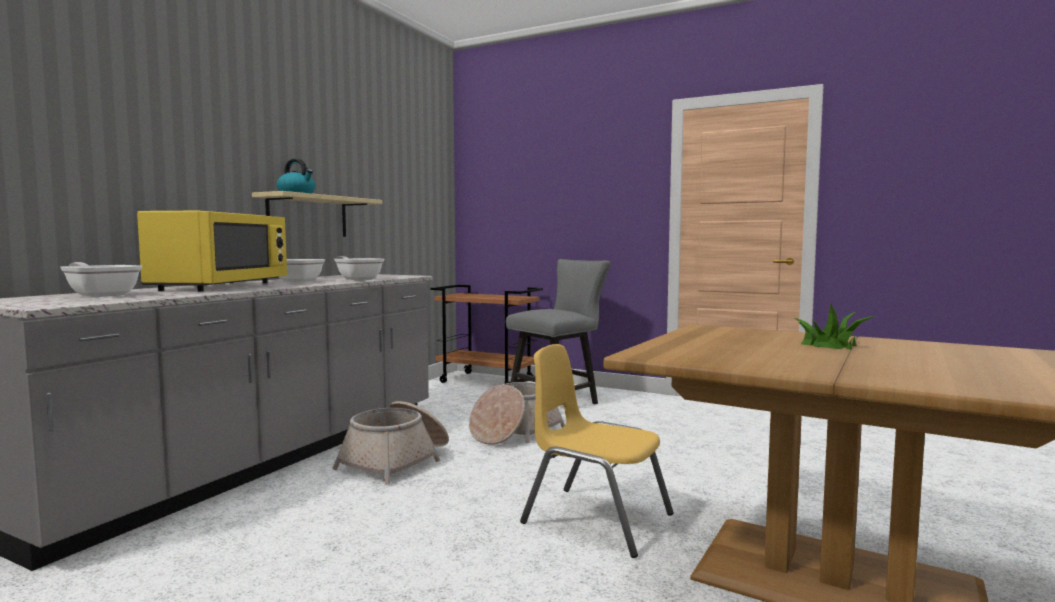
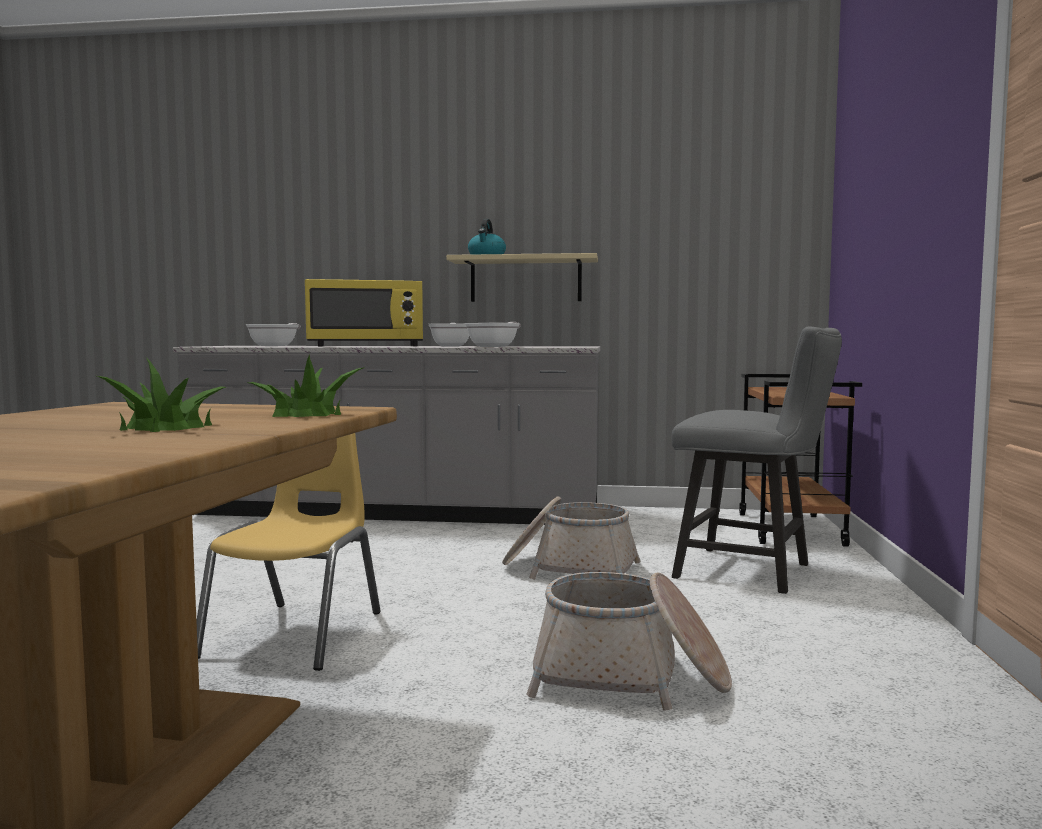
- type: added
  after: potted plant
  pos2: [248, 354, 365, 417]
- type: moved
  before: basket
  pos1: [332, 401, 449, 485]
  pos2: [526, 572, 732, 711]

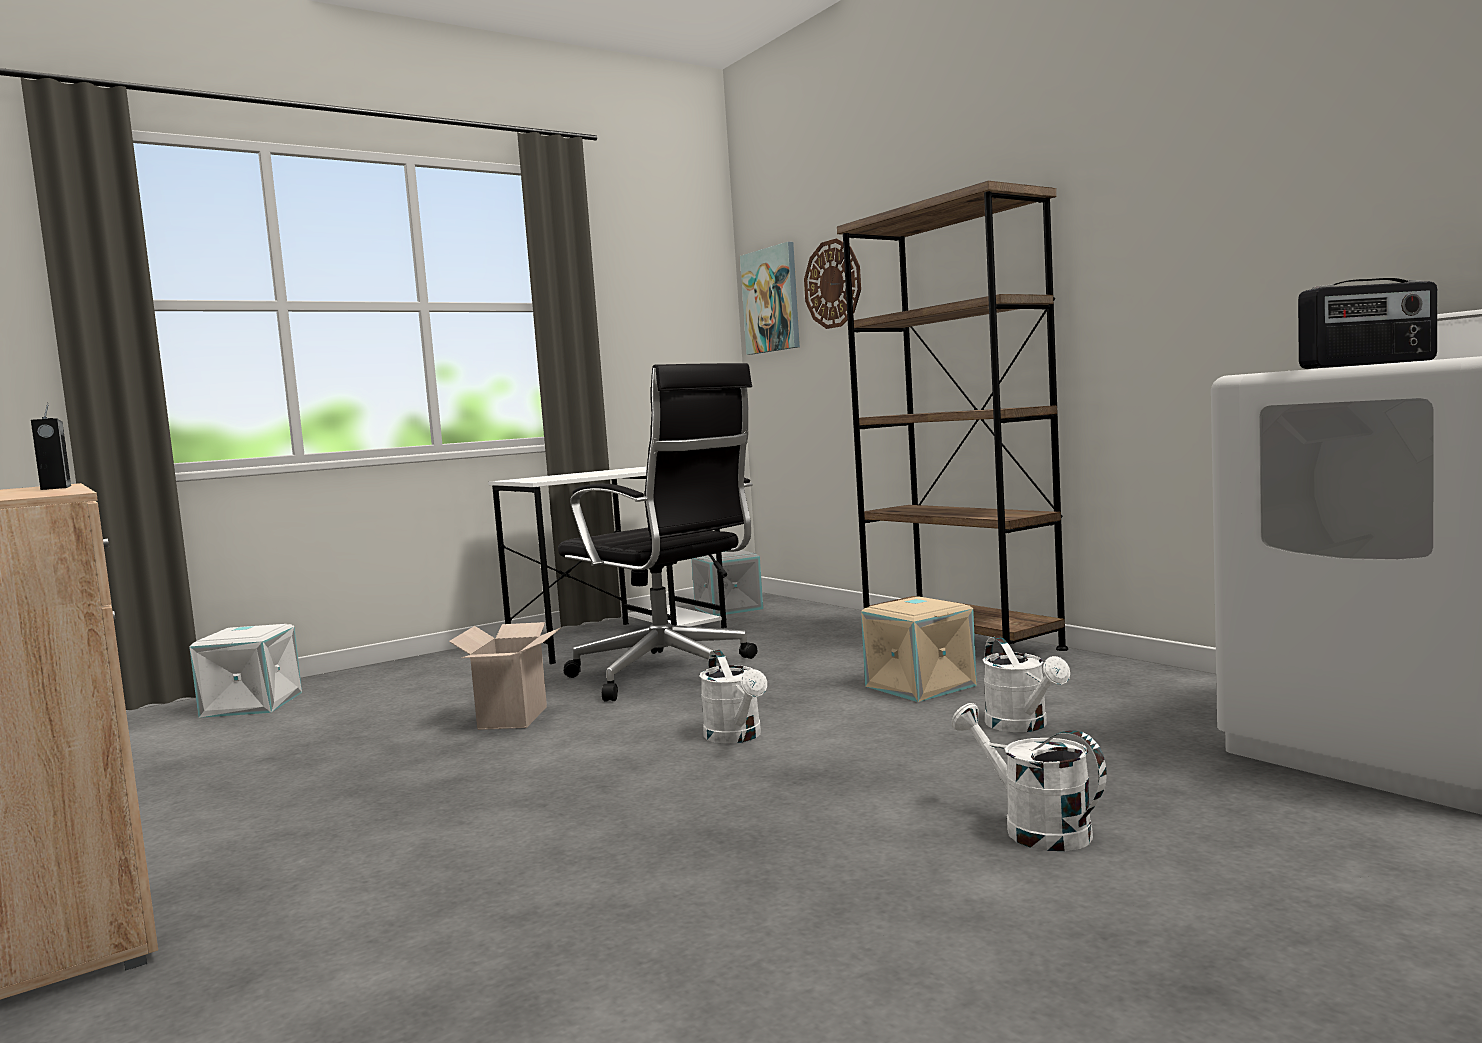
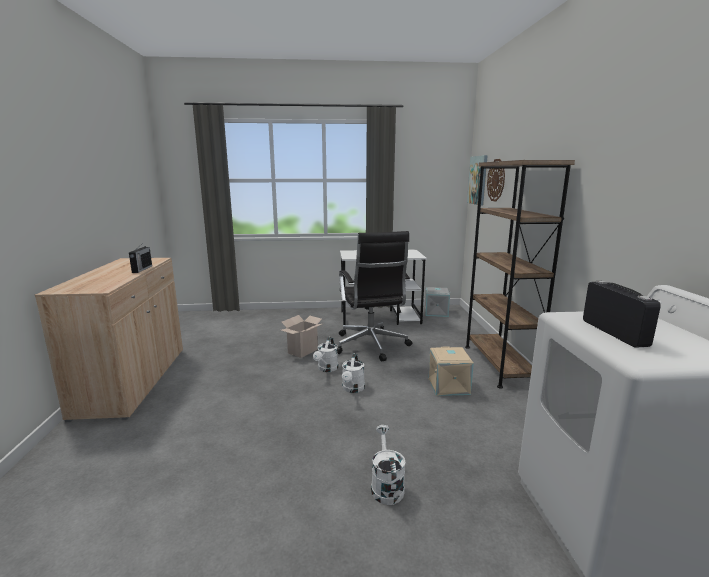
- type: removed
  before: white storage box
  pos1: [189, 624, 302, 718]
- type: moved
  before: white watering can
  pos1: [983, 636, 1070, 732]
  pos2: [313, 337, 338, 372]
- type: turned
  before: radio
  pos1: [1298, 278, 1437, 369]
  pos2: [583, 281, 661, 348]
  turn: -120

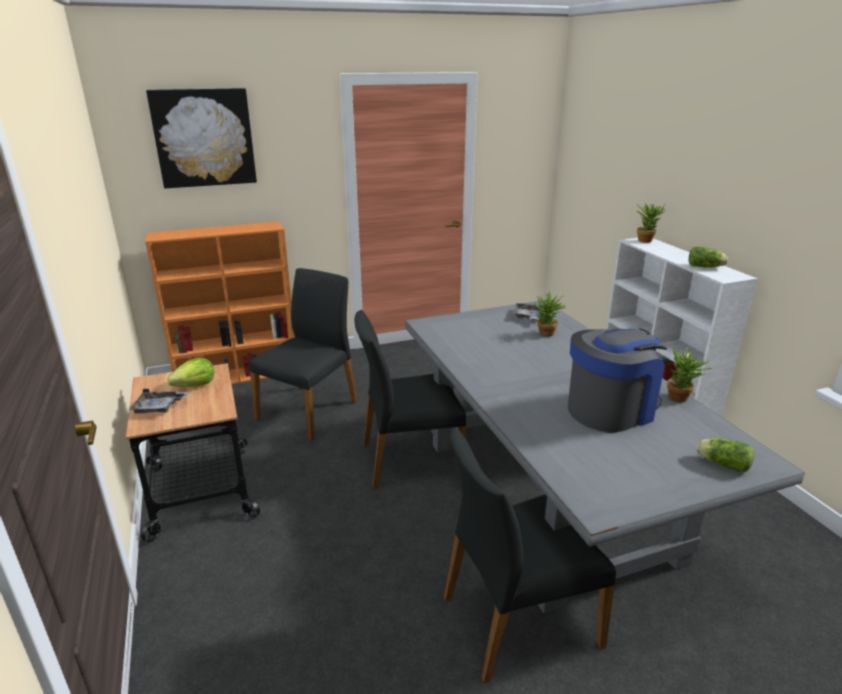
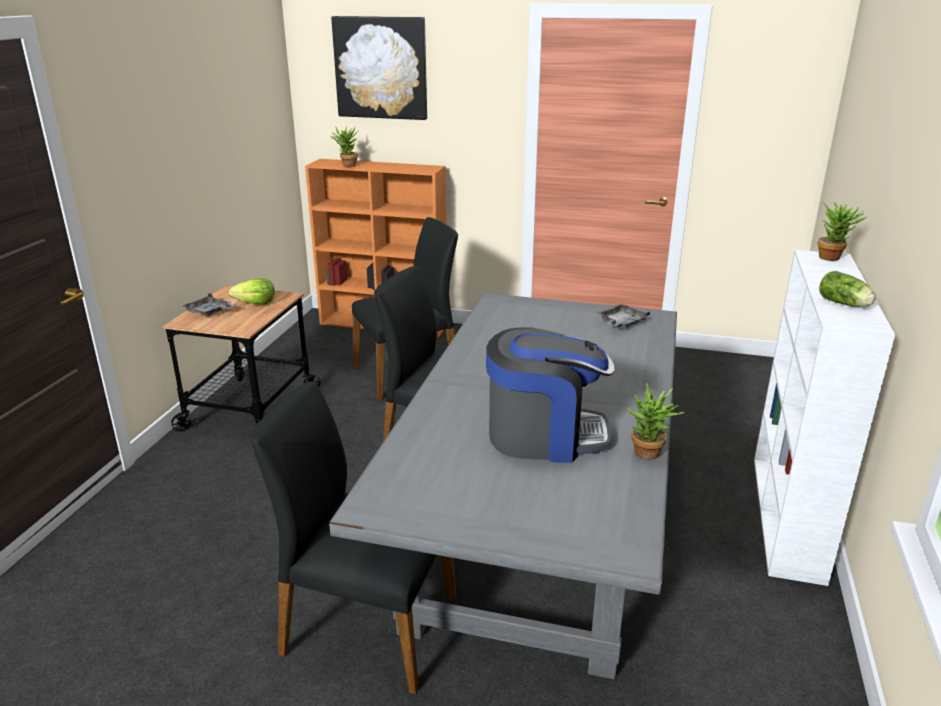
- type: removed
  before: lettuce
  pos1: [697, 438, 754, 472]
- type: moved
  before: potted plant
  pos1: [535, 291, 566, 337]
  pos2: [331, 126, 359, 167]

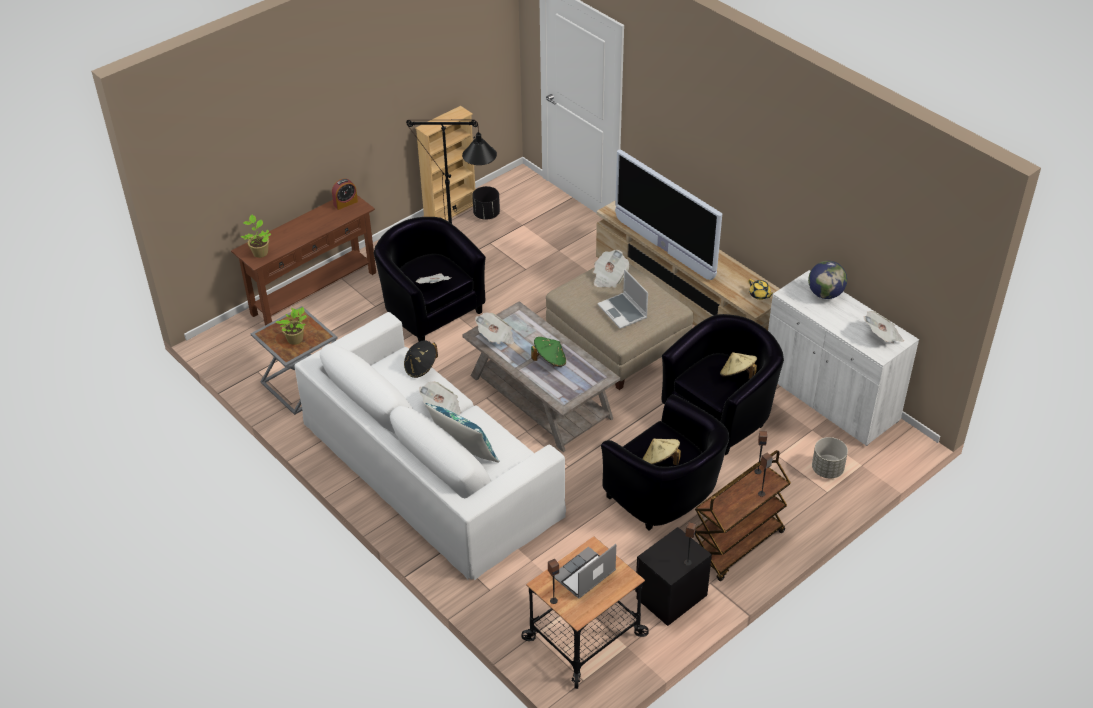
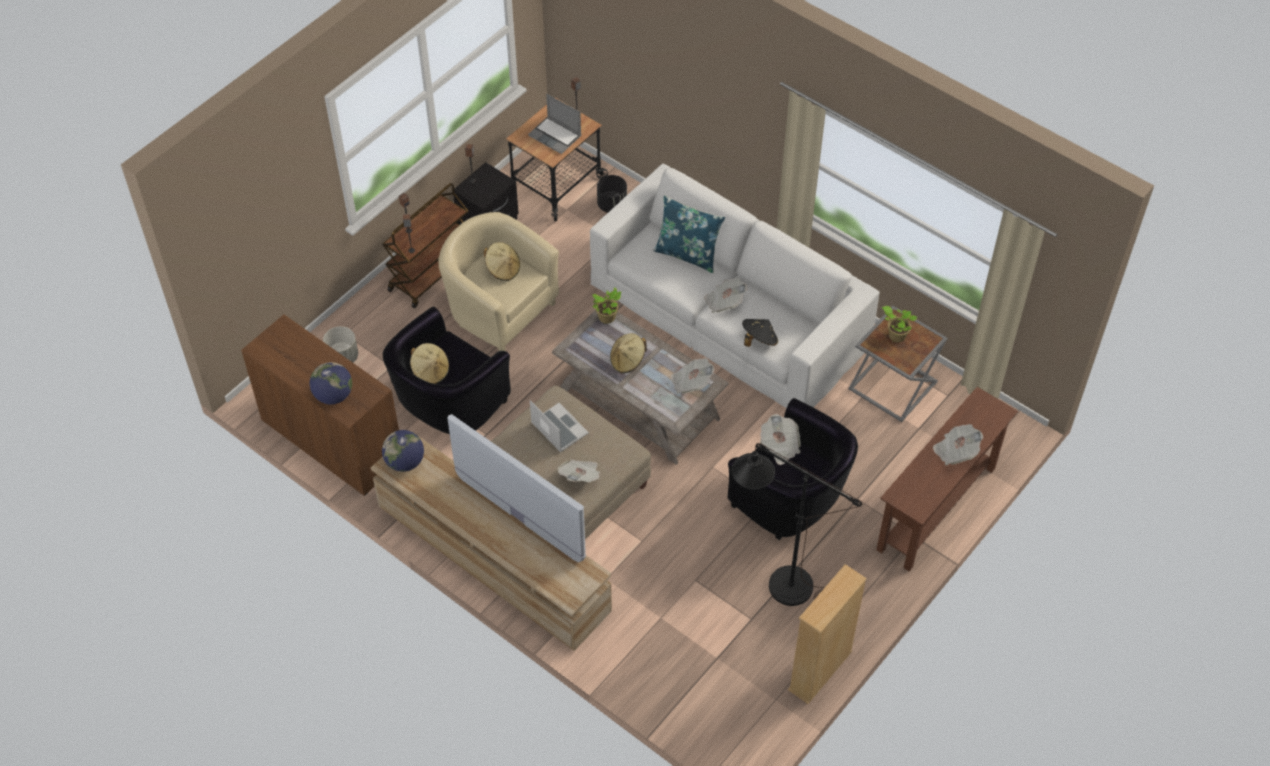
- type: removed
  before: alarm clock
  pos1: [332, 179, 358, 210]
- type: moved
  before: potted plant
  pos1: [241, 214, 271, 258]
  pos2: [592, 287, 622, 324]
- type: moved
  before: black planter
  pos1: [472, 186, 500, 220]
  pos2: [597, 175, 627, 213]
- type: moved
  before: newspaper
  pos1: [863, 311, 904, 343]
  pos2: [933, 424, 983, 466]
- type: replaced
  before: yellow teapot
  after: globe
  pos1: [749, 279, 773, 300]
  pos2: [382, 430, 424, 472]
- type: recoloured
  before: green hat
  after: beige hat
  pos1: [531, 337, 566, 367]
  pos2: [610, 333, 647, 373]
- type: recoloured
  before: black armchair
  after: beige armchair
  pos1: [601, 394, 729, 530]
  pos2: [438, 212, 559, 351]
- type: recoloured
  before: white cabinet
  after: brown cabinet
  pos1: [768, 270, 919, 446]
  pos2: [241, 314, 399, 496]
- type: turned
  before: laptop
  pos1: [552, 544, 616, 599]
  pos2: [528, 94, 581, 154]
  turn: 90

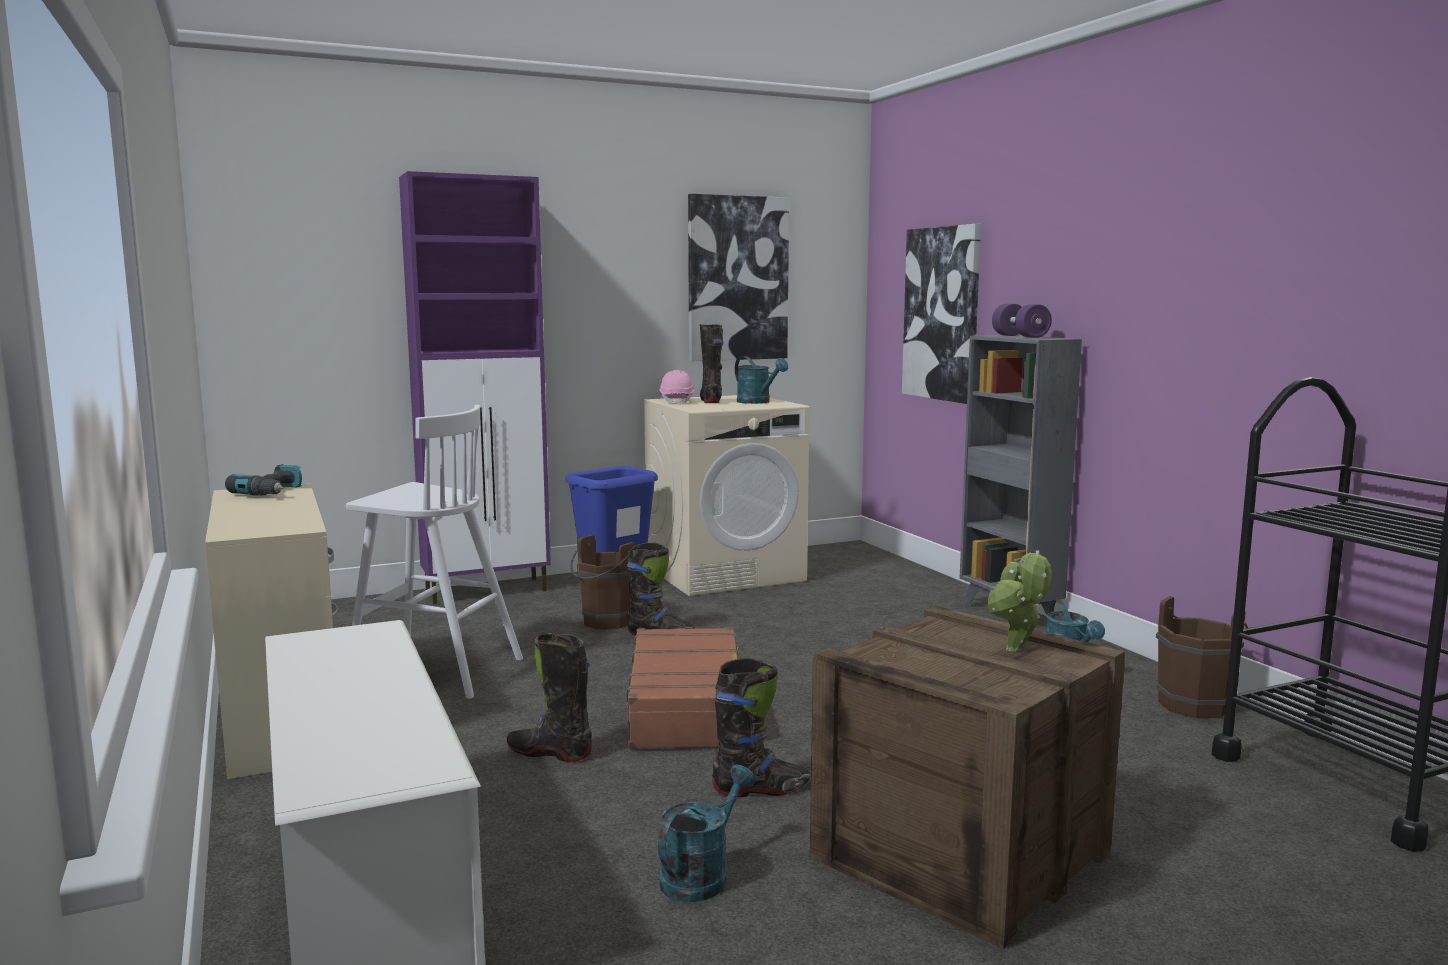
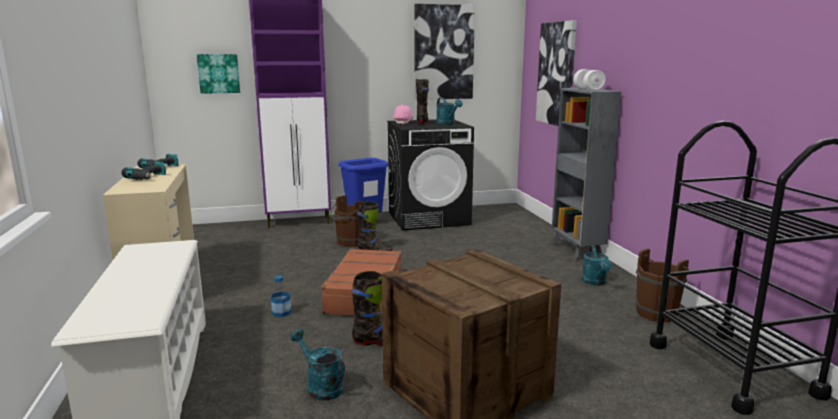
- type: removed
  before: white stool
  pos1: [346, 405, 523, 699]
- type: removed
  before: potted plant
  pos1: [987, 550, 1052, 652]
- type: added
  after: power drill
  pos2: [121, 162, 166, 180]
- type: added
  after: picture
  pos2: [197, 54, 240, 94]
- type: replaced
  before: black boot
  after: bottle
  pos1: [507, 633, 592, 762]
  pos2: [271, 275, 291, 317]
- type: recoloured
  before: beige washing machine
  after: black washing machine
  pos1: [643, 395, 810, 596]
  pos2: [387, 119, 474, 231]
- type: recoloured
  before: purple dumbbell
  after: white dumbbell
  pos1: [992, 304, 1052, 338]
  pos2: [573, 69, 606, 90]
- type: turned
  before: turquoise watering can
  pos1: [658, 765, 755, 902]
  pos2: [290, 329, 345, 400]
  turn: -90

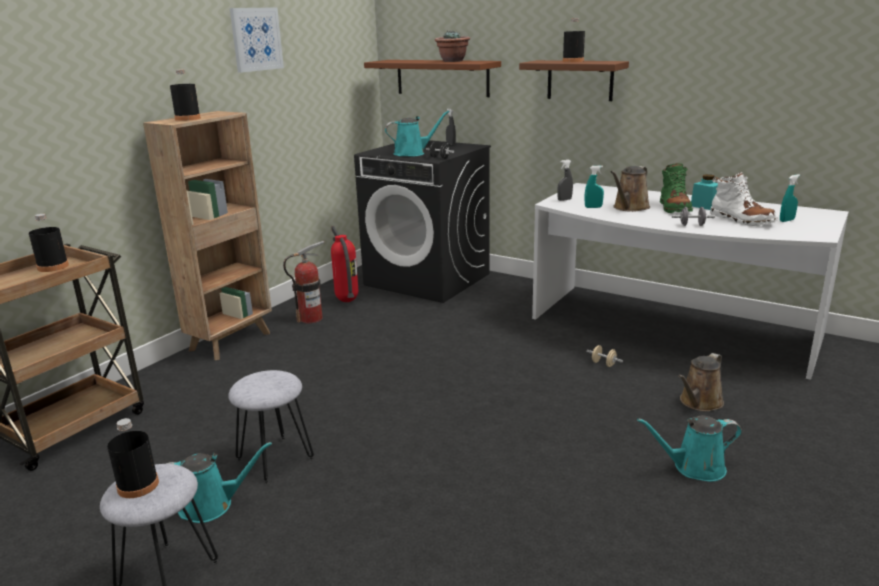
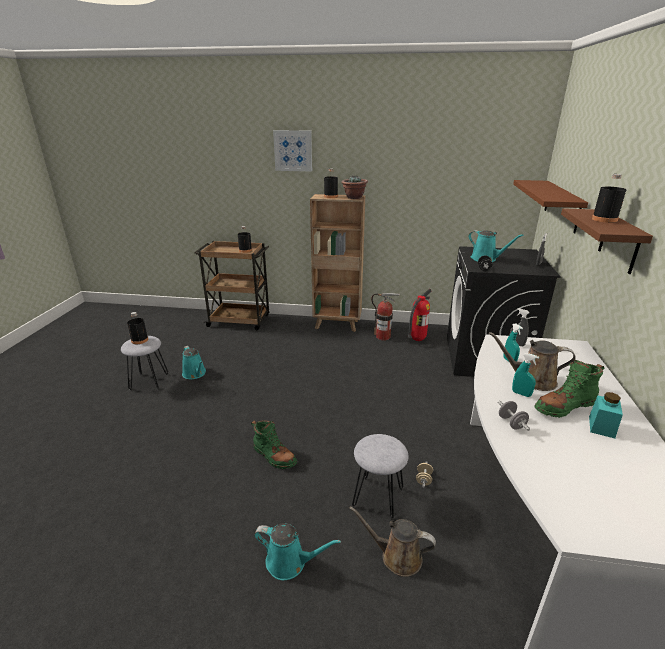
- type: removed
  before: white boot
  pos1: [710, 172, 778, 226]
- type: added
  after: green boot
  pos2: [251, 420, 297, 469]
- type: moved
  before: grey stool
  pos1: [228, 370, 314, 484]
  pos2: [352, 434, 409, 520]
- type: moved
  before: picture
  pos1: [230, 7, 284, 73]
  pos2: [273, 130, 312, 171]
- type: moved
  before: potted plant
  pos1: [435, 31, 470, 62]
  pos2: [341, 175, 368, 199]
- type: moved
  before: turquoise spray bottle
  pos1: [780, 174, 800, 222]
  pos2: [512, 353, 539, 397]
- type: turned
  before: turquoise watering can
  pos1: [637, 416, 742, 482]
  pos2: [254, 523, 341, 580]
  turn: 135

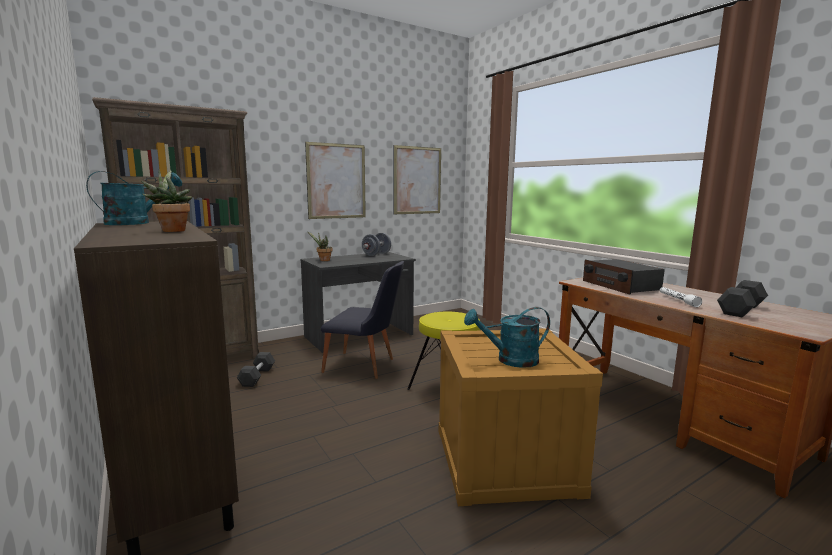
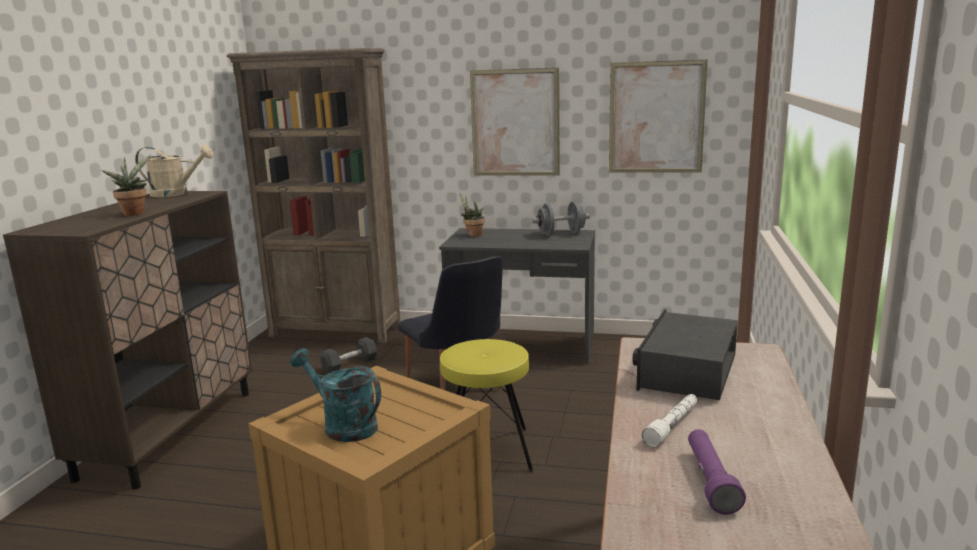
- type: replaced
  before: black dumbbell
  after: purple flashlight
  pos1: [717, 280, 768, 317]
  pos2: [688, 429, 746, 515]
- type: recoloured
  before: turquoise watering can
  after: beige watering can
  pos1: [86, 171, 182, 225]
  pos2: [135, 145, 214, 197]

